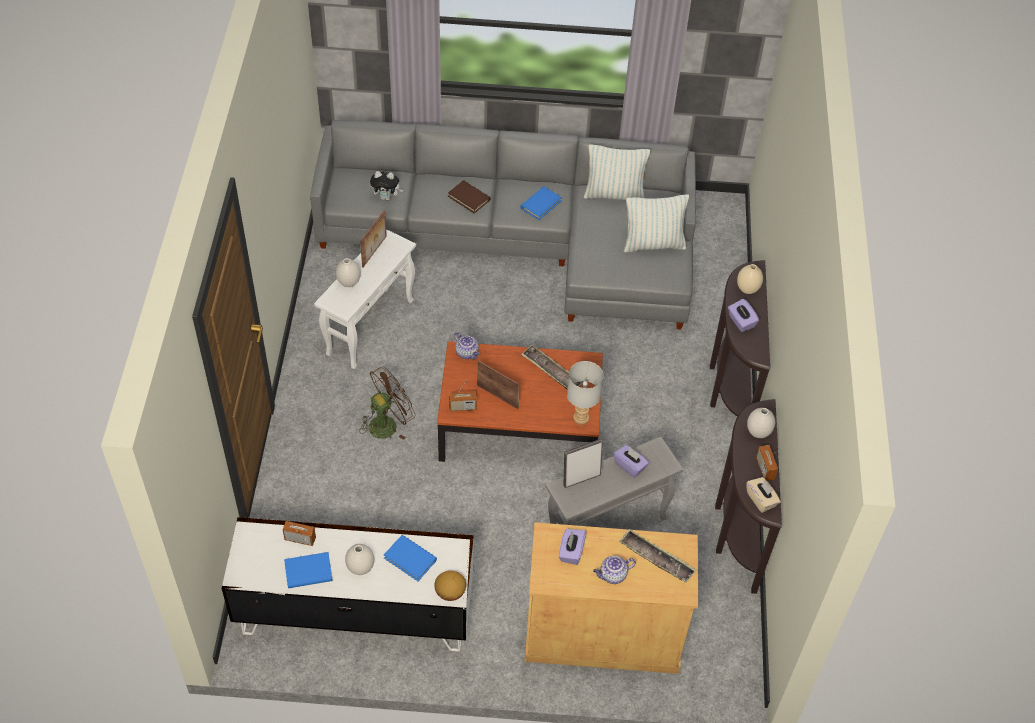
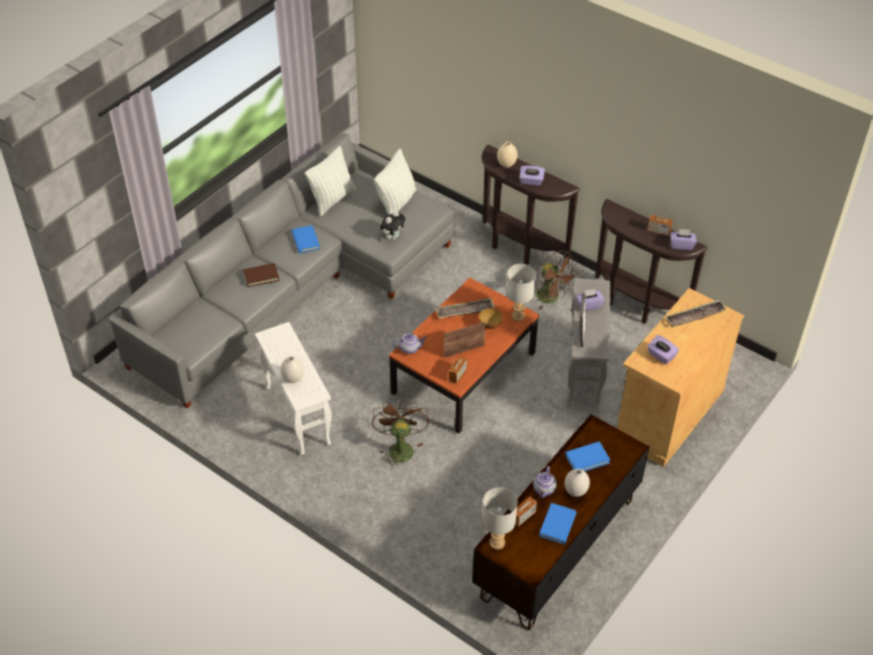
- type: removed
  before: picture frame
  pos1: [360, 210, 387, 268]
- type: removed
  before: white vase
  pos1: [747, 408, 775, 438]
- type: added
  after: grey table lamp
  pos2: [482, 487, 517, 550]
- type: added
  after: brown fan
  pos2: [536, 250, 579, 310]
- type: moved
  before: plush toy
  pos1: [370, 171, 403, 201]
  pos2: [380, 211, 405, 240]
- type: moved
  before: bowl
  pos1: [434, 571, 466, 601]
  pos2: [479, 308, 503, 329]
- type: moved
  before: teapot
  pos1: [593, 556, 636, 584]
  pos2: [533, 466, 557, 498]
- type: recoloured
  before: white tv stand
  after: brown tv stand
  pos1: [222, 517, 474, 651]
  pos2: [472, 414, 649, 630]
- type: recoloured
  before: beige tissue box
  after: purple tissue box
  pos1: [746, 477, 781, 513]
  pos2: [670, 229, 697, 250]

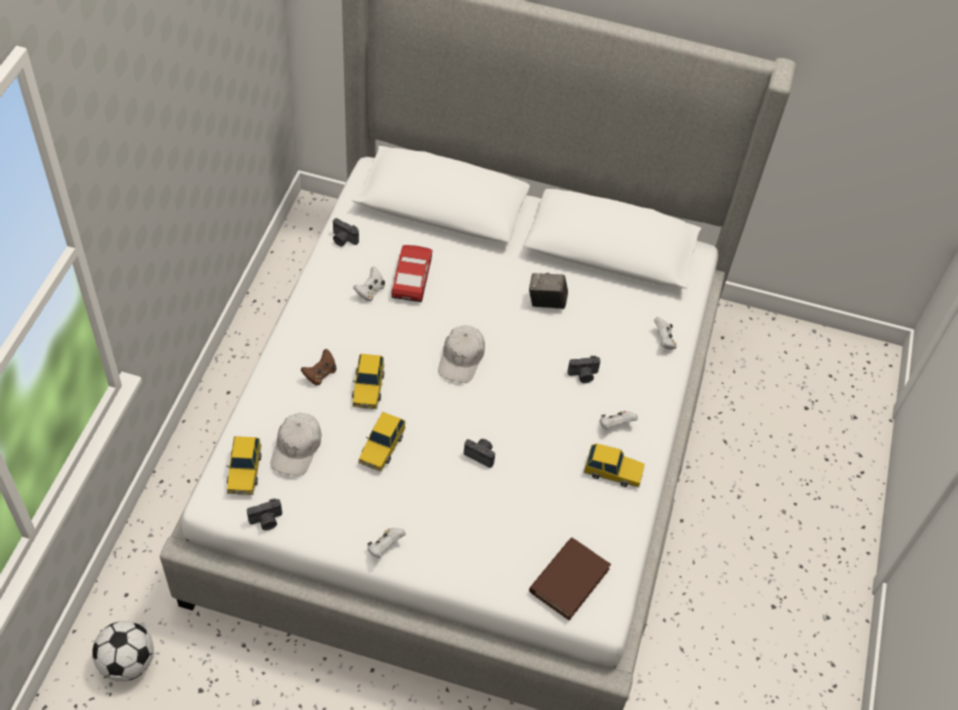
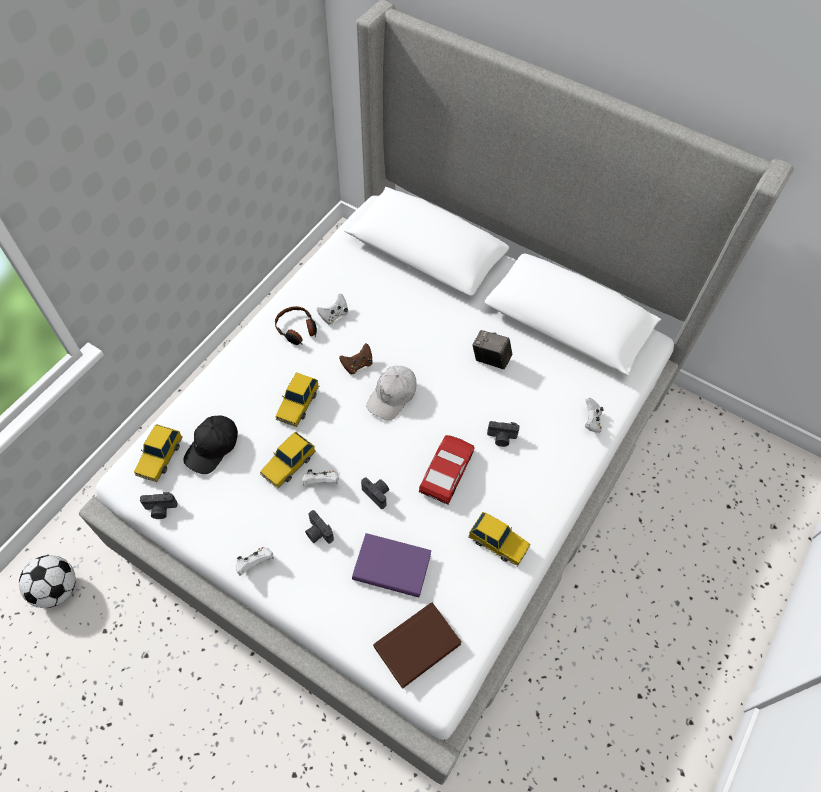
- type: added
  after: headphones
  pos2: [275, 306, 317, 345]
- type: added
  after: purple book
  pos2: [352, 533, 431, 597]
- type: moved
  before: brown game controller
  pos1: [301, 349, 336, 385]
  pos2: [339, 343, 373, 374]
- type: moved
  before: photo camera
  pos1: [333, 218, 359, 247]
  pos2: [305, 510, 334, 544]
- type: moved
  before: toy car
  pos1: [391, 245, 432, 302]
  pos2: [419, 435, 475, 504]
- type: moved
  before: white game controller
  pos1: [599, 411, 638, 429]
  pos2: [302, 469, 339, 486]
- type: recoloured
  before: white cap
  after: black cap
  pos1: [271, 413, 322, 476]
  pos2: [183, 415, 238, 474]

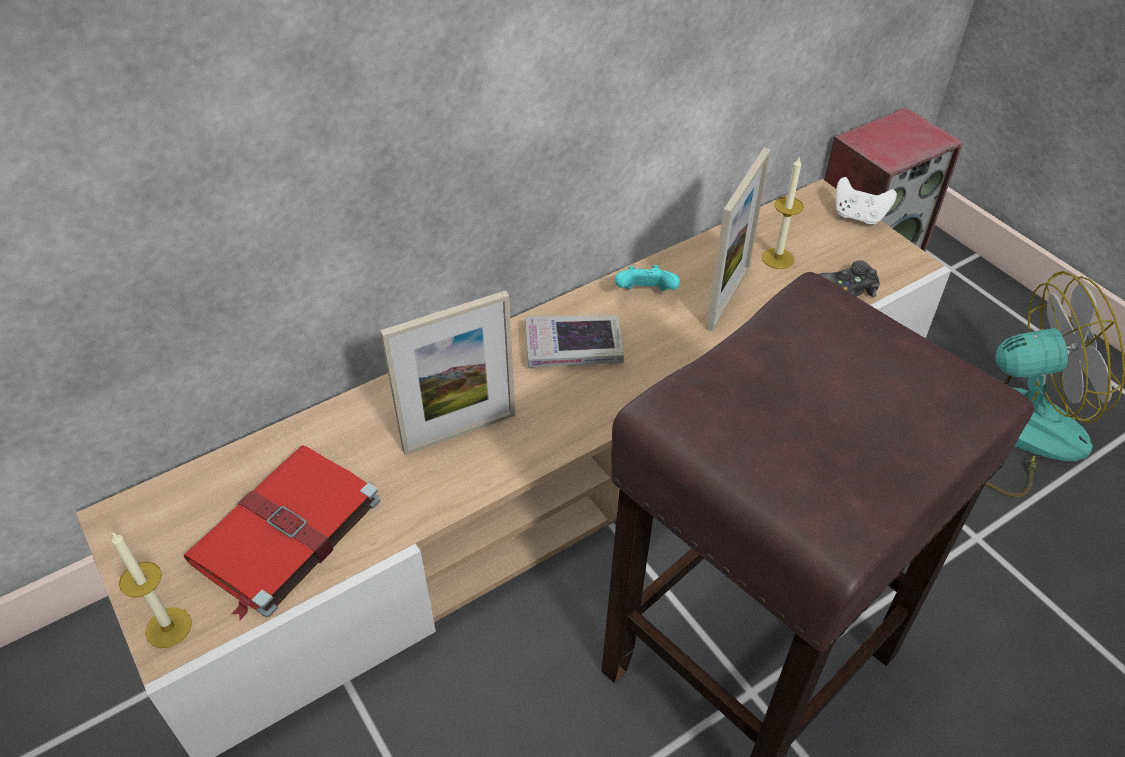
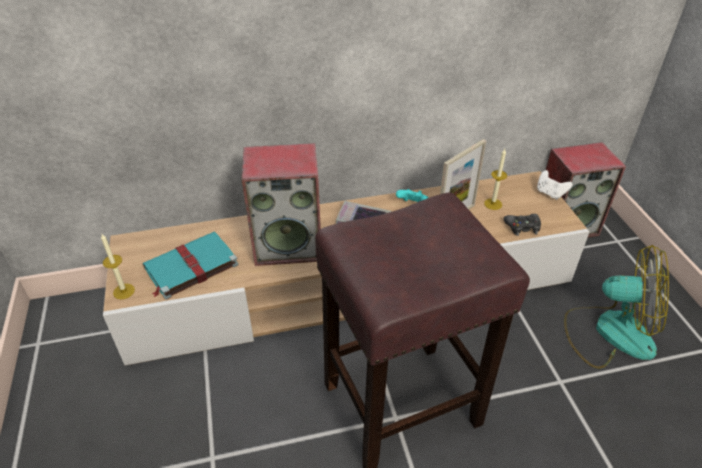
- type: replaced
  before: picture frame
  after: speaker
  pos1: [380, 290, 515, 455]
  pos2: [241, 143, 321, 266]
- type: recoloured
  before: red book
  after: turquoise book
  pos1: [184, 445, 380, 620]
  pos2: [143, 232, 238, 300]

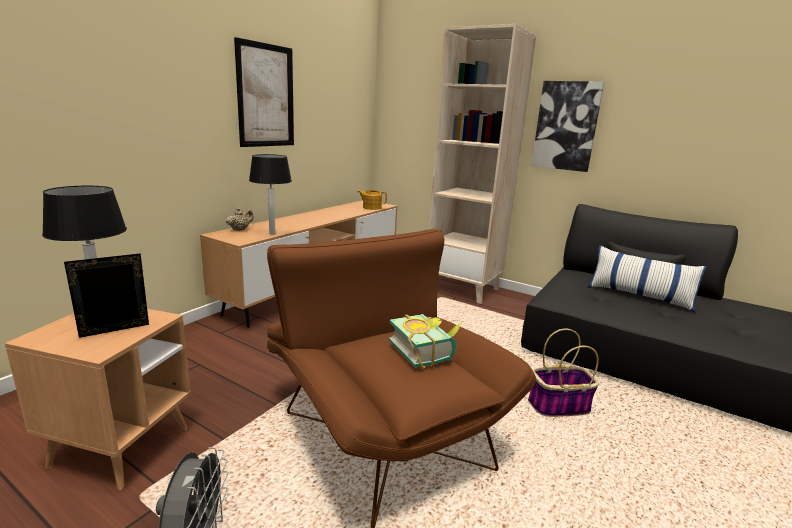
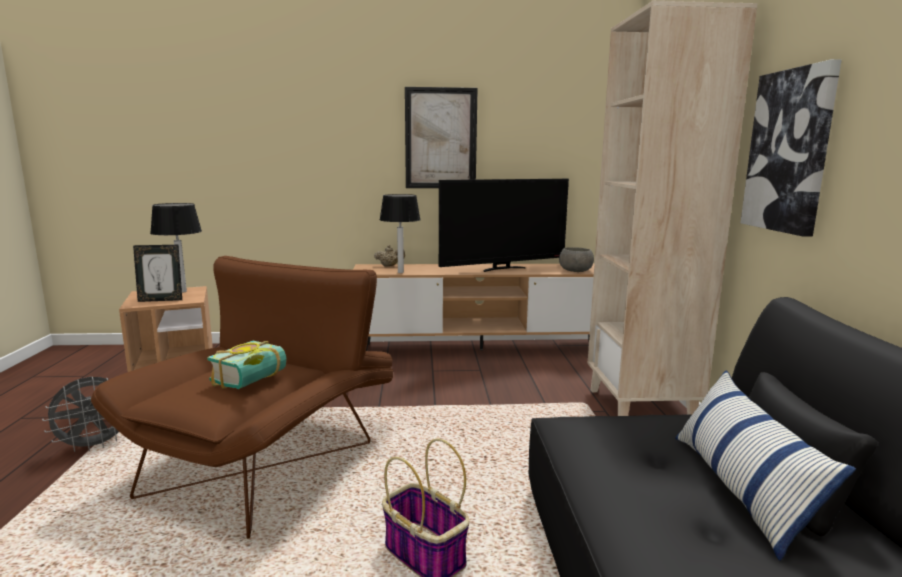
- type: added
  after: television
  pos2: [439, 179, 569, 272]
- type: replaced
  before: teapot
  after: grey bowl
  pos1: [358, 190, 387, 210]
  pos2: [559, 247, 594, 272]
- type: turned
  before: picture frame
  pos1: [64, 253, 149, 338]
  pos2: [133, 245, 182, 302]
  turn: 150

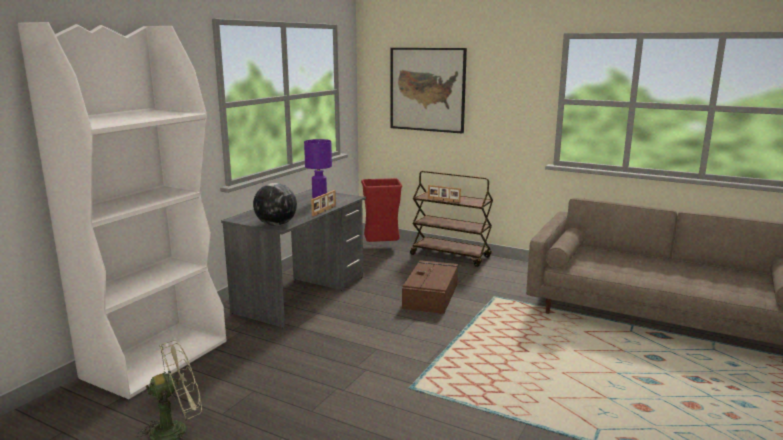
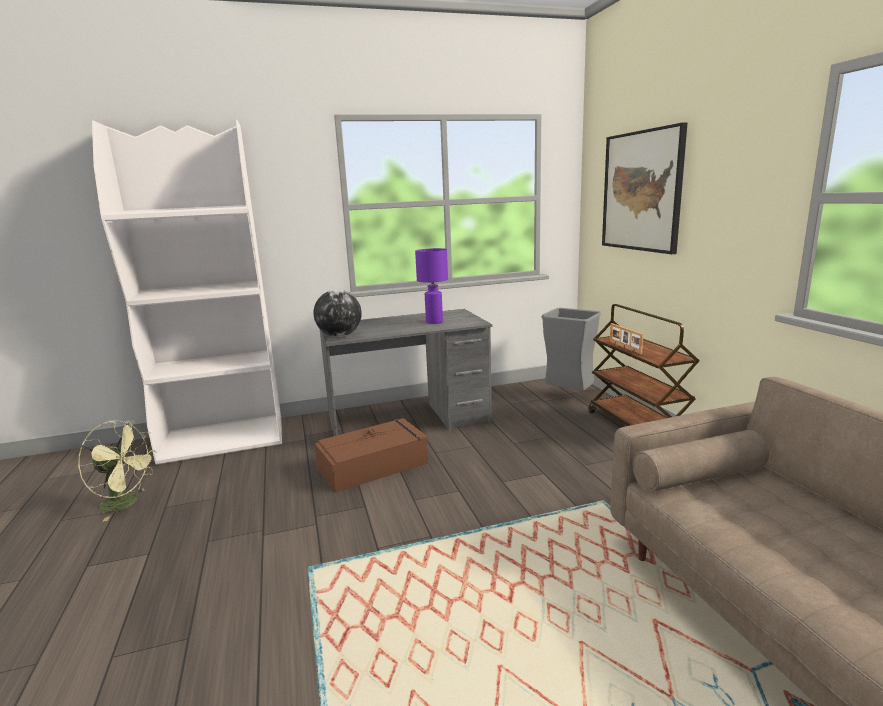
- type: removed
  before: picture frame
  pos1: [311, 190, 336, 216]
- type: moved
  before: brown storage box
  pos1: [402, 260, 459, 314]
  pos2: [314, 418, 428, 493]
- type: recoloured
  before: red trash can
  after: grey trash can
  pos1: [361, 178, 402, 242]
  pos2: [541, 308, 601, 391]

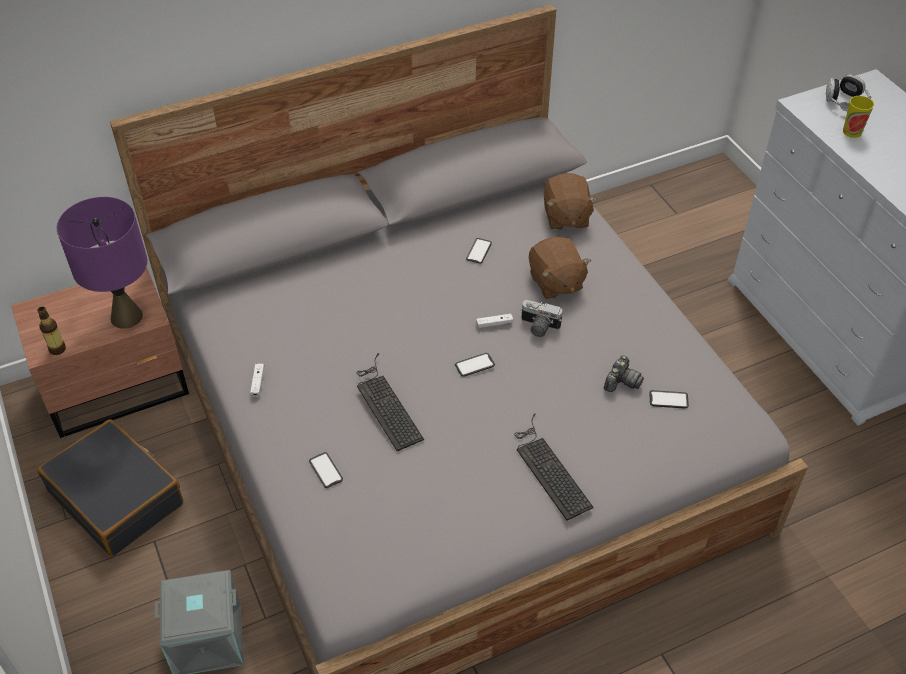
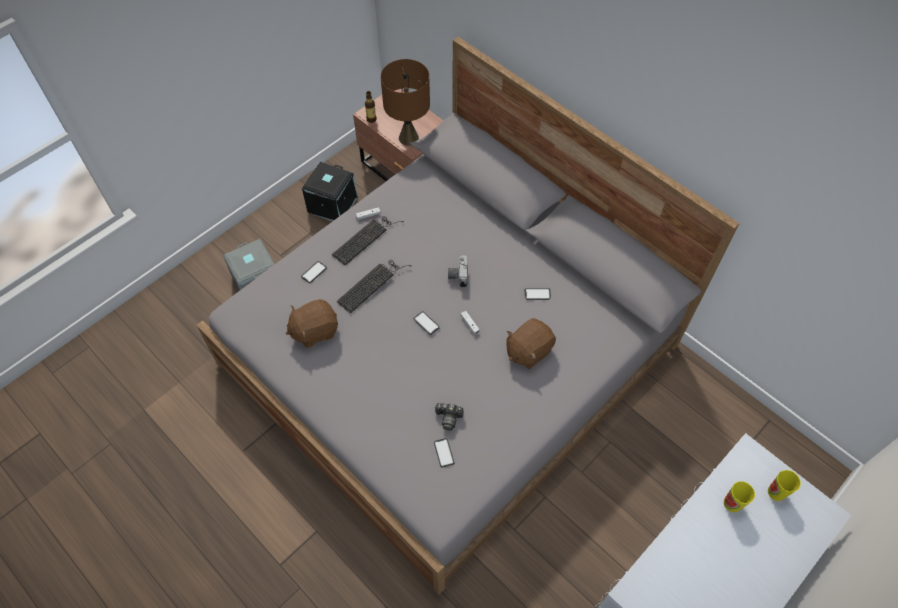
- type: moved
  before: keyboard
  pos1: [514, 413, 594, 521]
  pos2: [332, 216, 404, 266]
- type: moved
  before: photo camera
  pos1: [520, 300, 563, 337]
  pos2: [448, 255, 468, 288]
- type: moved
  before: brown plush toy
  pos1: [544, 173, 597, 230]
  pos2: [286, 299, 338, 348]
- type: replaced
  before: black suitcase
  after: black storage box
  pos1: [37, 419, 183, 557]
  pos2: [302, 162, 358, 221]
- type: replaced
  before: headphones
  after: cup
  pos1: [826, 74, 871, 111]
  pos2: [768, 470, 801, 501]
- type: recoloured
  before: purple table lamp
  after: brown table lamp
  pos1: [57, 197, 147, 329]
  pos2: [381, 59, 430, 146]

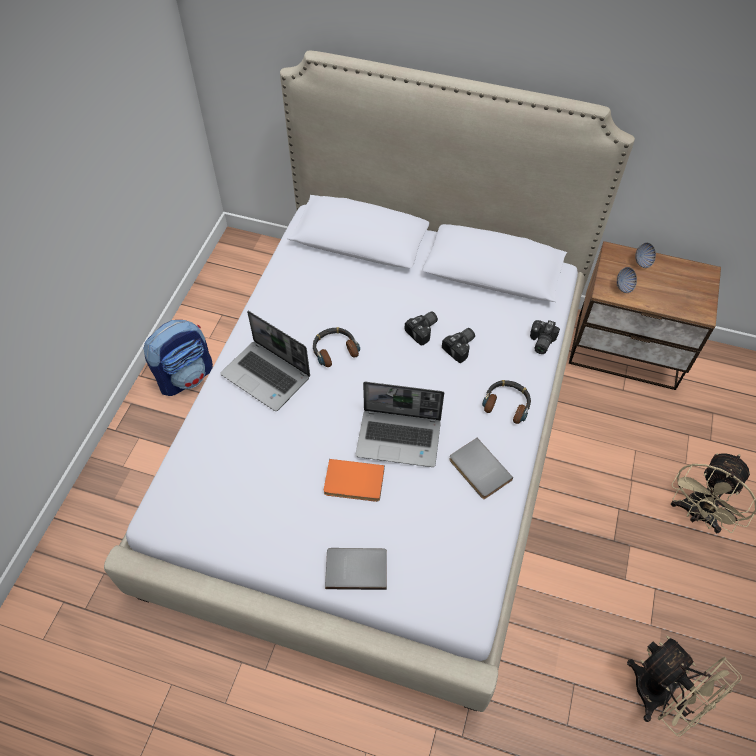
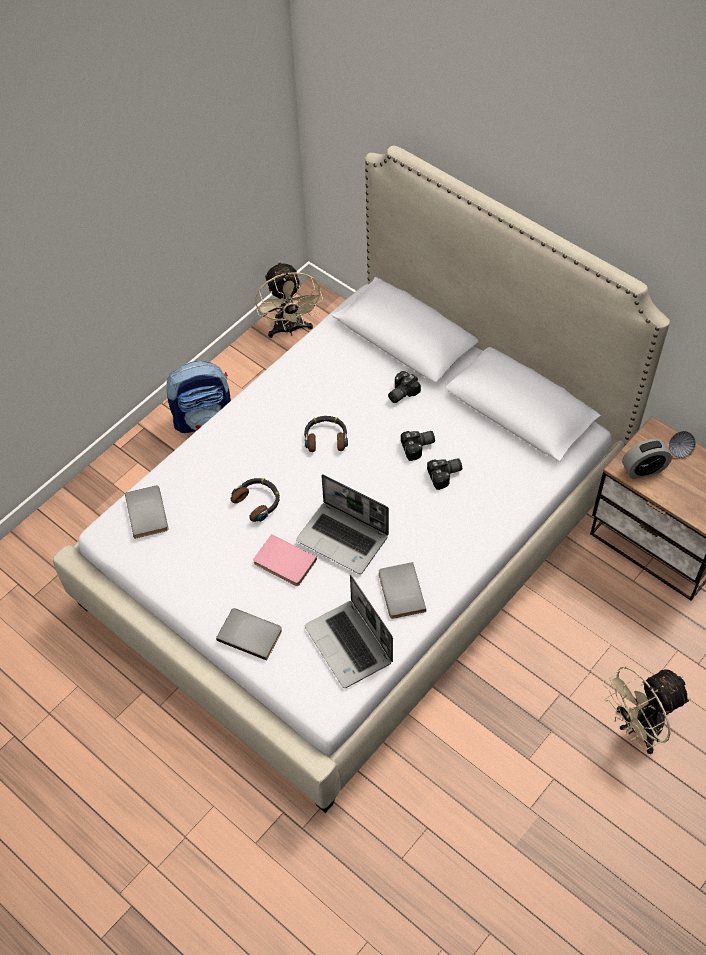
- type: added
  after: grey book
  pos2: [125, 485, 168, 539]
- type: moved
  before: laptop
  pos1: [220, 311, 310, 411]
  pos2: [305, 575, 393, 688]
- type: moved
  before: headphones
  pos1: [482, 380, 531, 424]
  pos2: [231, 478, 280, 522]
- type: moved
  before: photo camera
  pos1: [530, 320, 560, 354]
  pos2: [388, 371, 421, 403]
- type: moved
  before: beige fan
  pos1: [627, 636, 742, 737]
  pos2: [255, 261, 323, 338]
- type: replaced
  before: bowl
  after: alarm clock
  pos1: [617, 267, 637, 293]
  pos2: [622, 439, 672, 479]
- type: recoloured
  before: orange book
  after: pink book
  pos1: [324, 459, 385, 502]
  pos2: [253, 534, 317, 586]

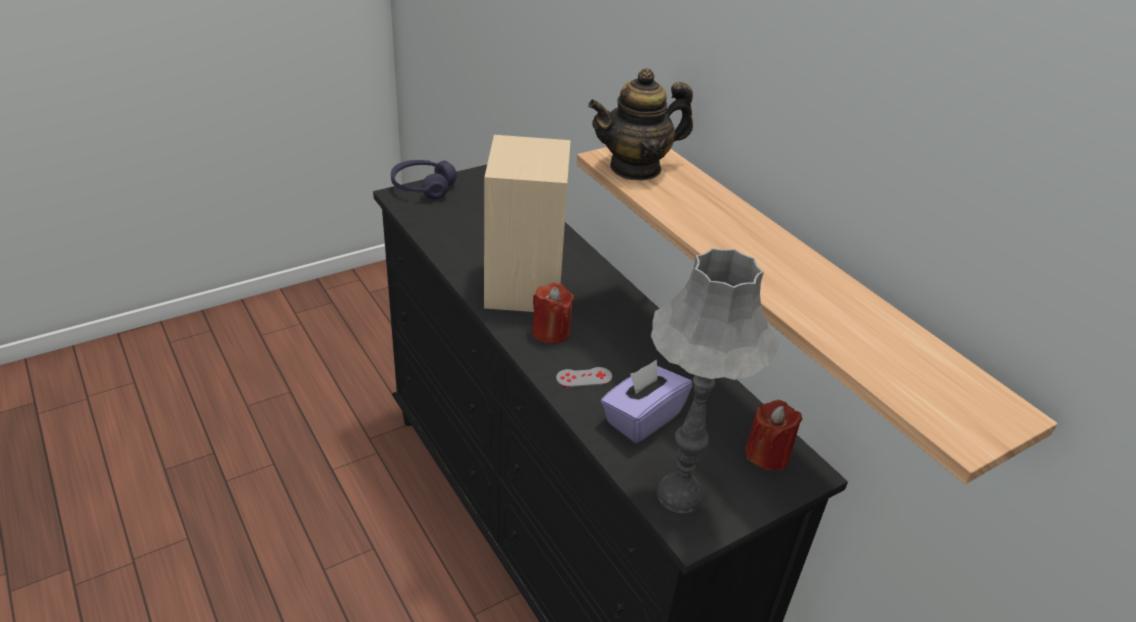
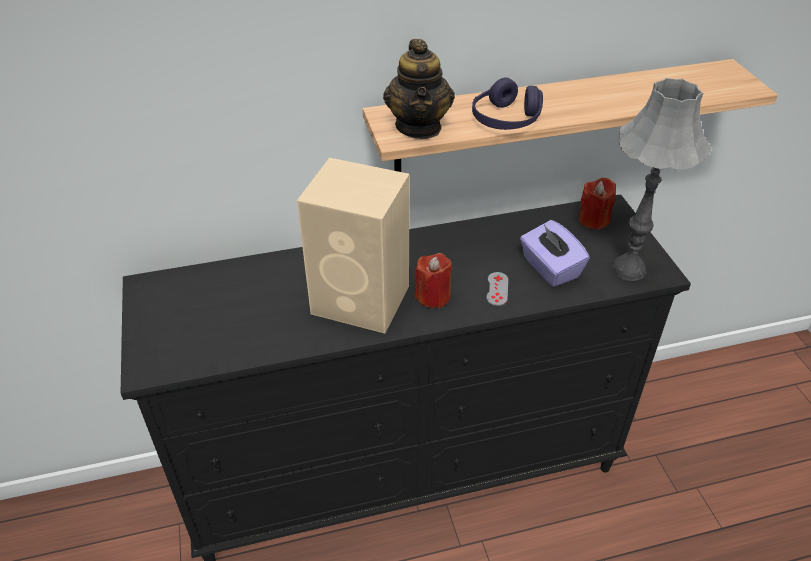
- type: moved
  before: purple headphones
  pos1: [391, 160, 457, 199]
  pos2: [472, 77, 543, 130]

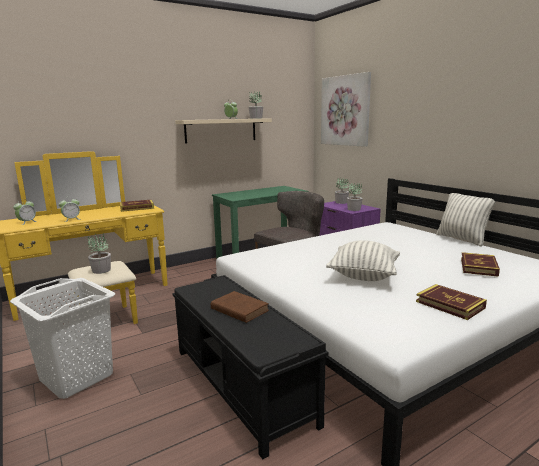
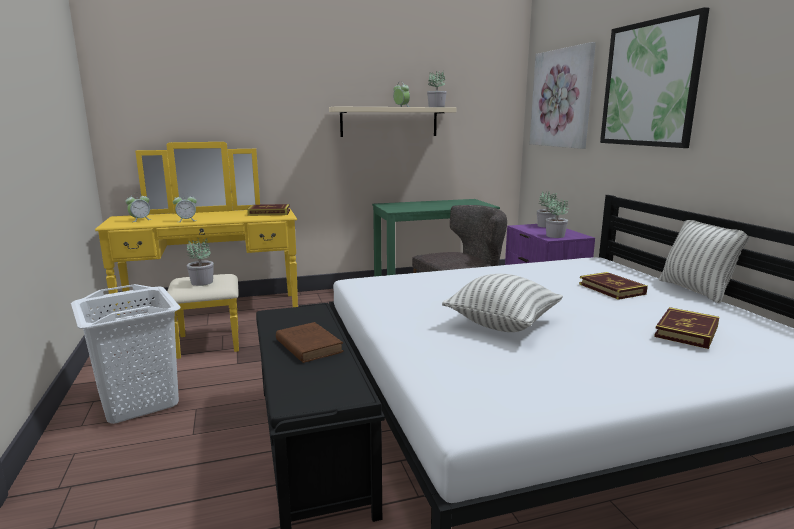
- type: added
  after: picture
  pos2: [600, 7, 709, 148]
- type: moved
  before: book
  pos1: [416, 284, 487, 320]
  pos2: [579, 272, 648, 300]

